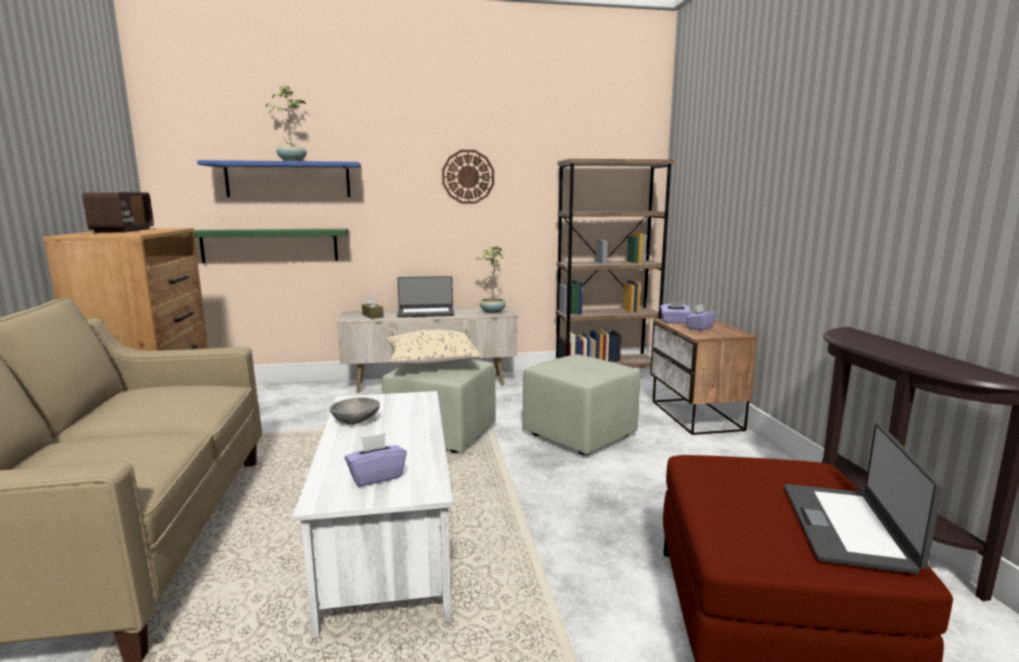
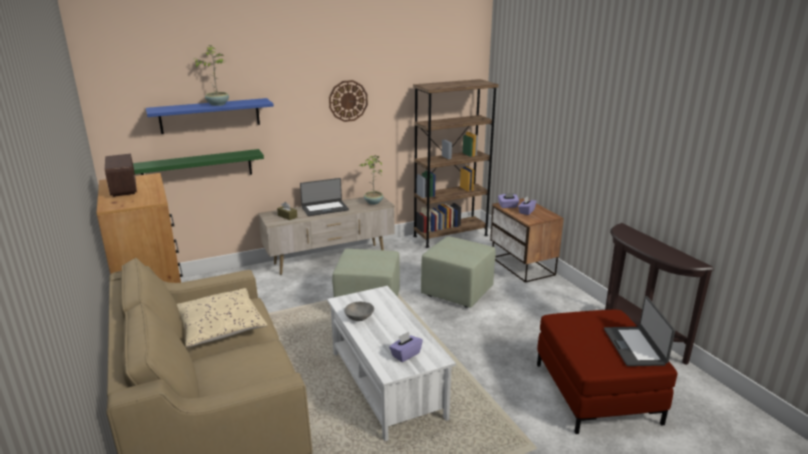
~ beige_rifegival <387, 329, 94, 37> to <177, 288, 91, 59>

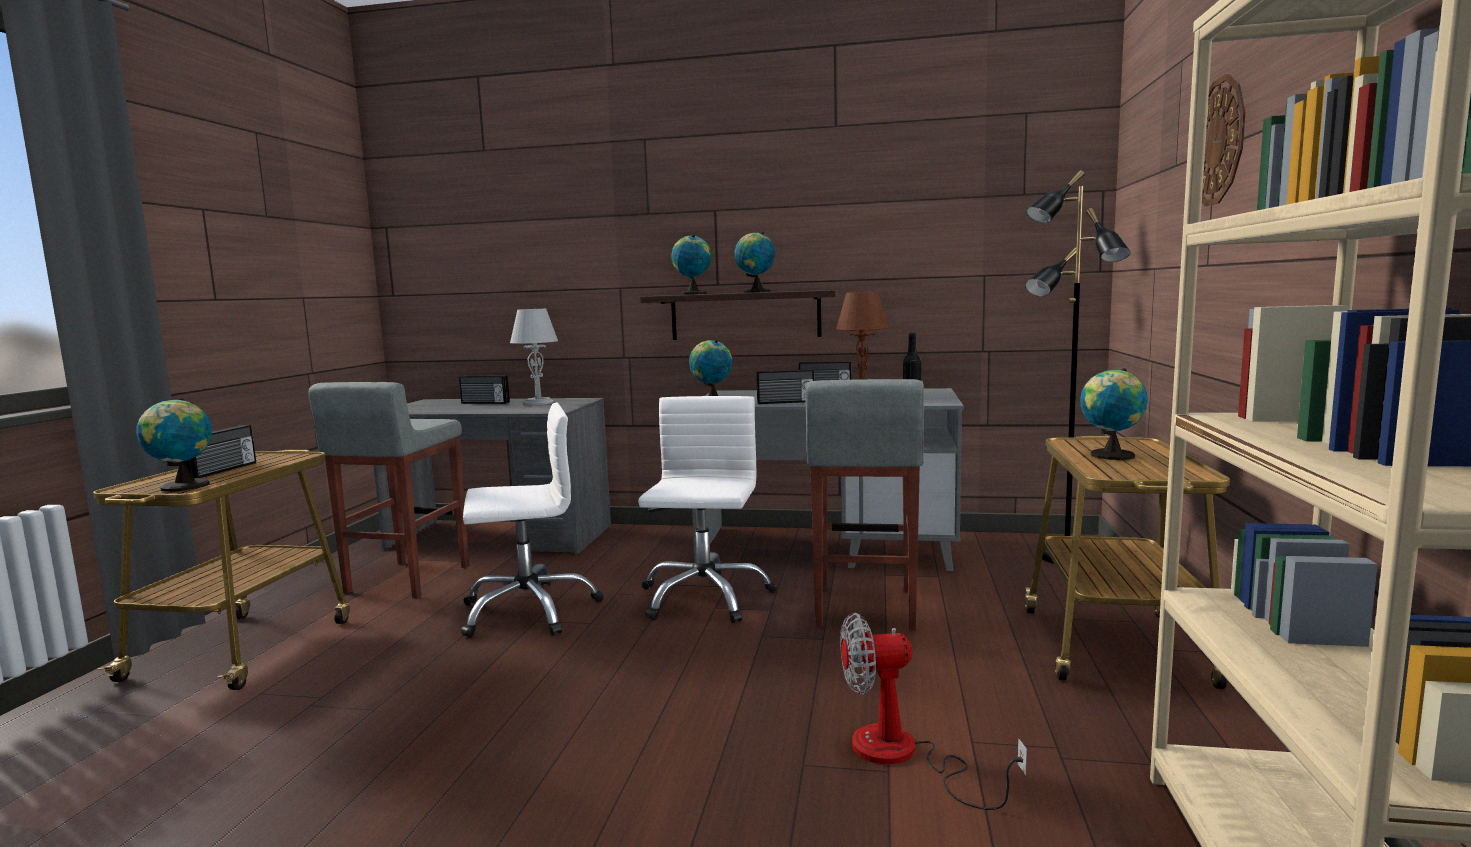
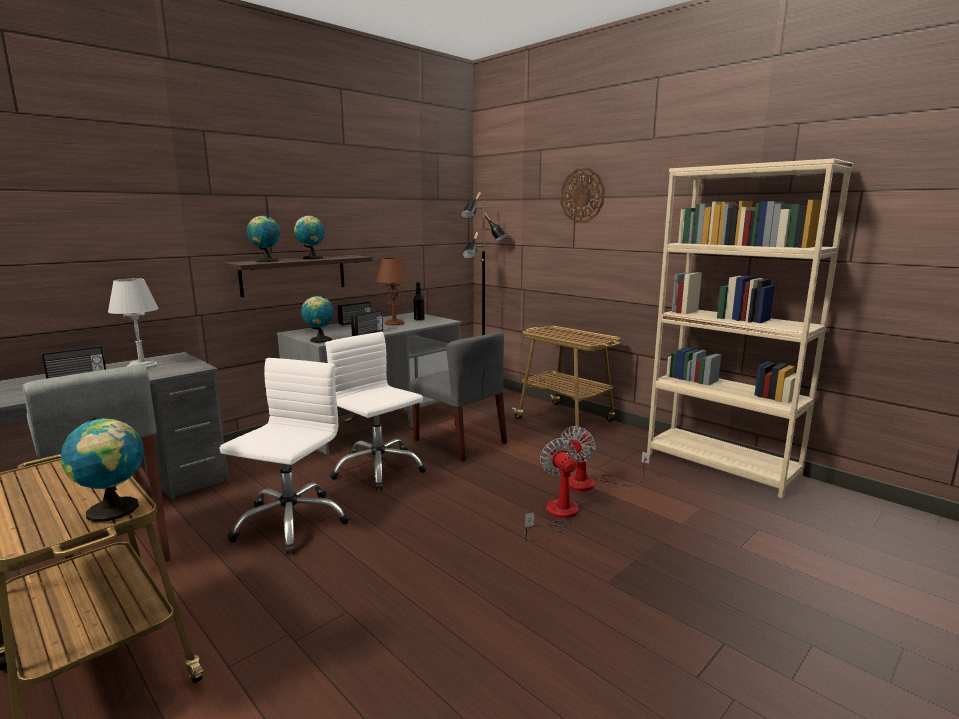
~ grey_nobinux <805, 379, 119, 252> to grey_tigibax <409, 331, 98, 131>
+ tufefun <524, 438, 54, 101>
- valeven <184, 425, 72, 53>
- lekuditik <1080, 368, 68, 92>

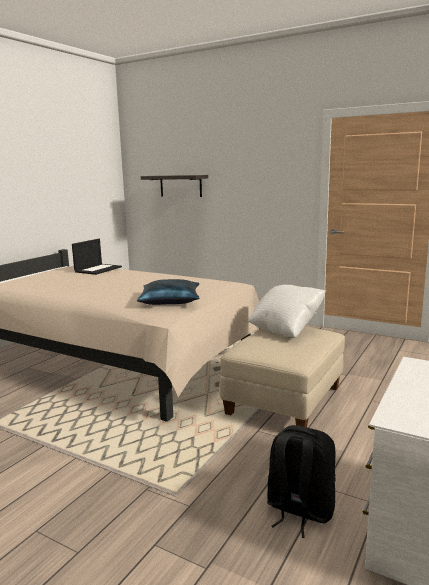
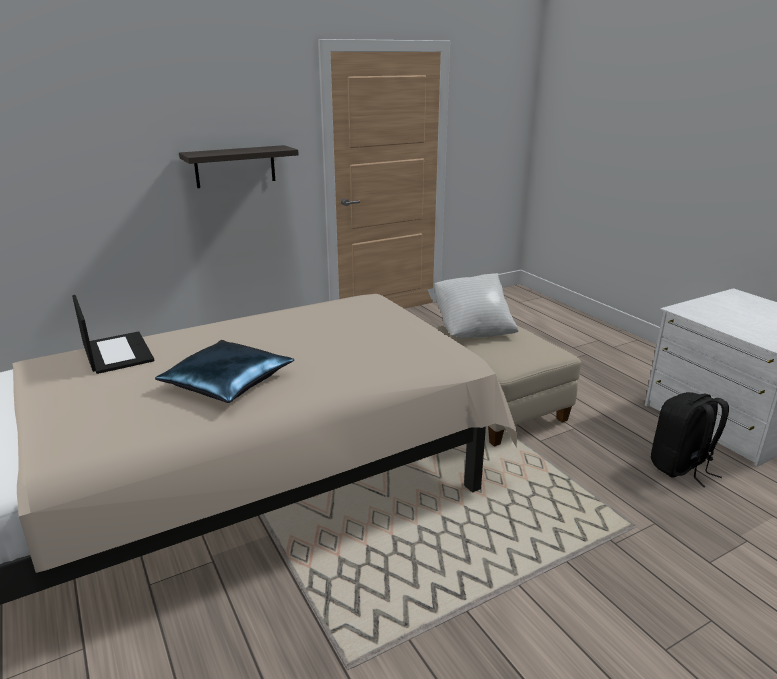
~ blue_rifegival <137, 279, 63, 26> to <155, 340, 139, 63>
~ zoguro <141, 175, 67, 22> to <179, 145, 120, 43>

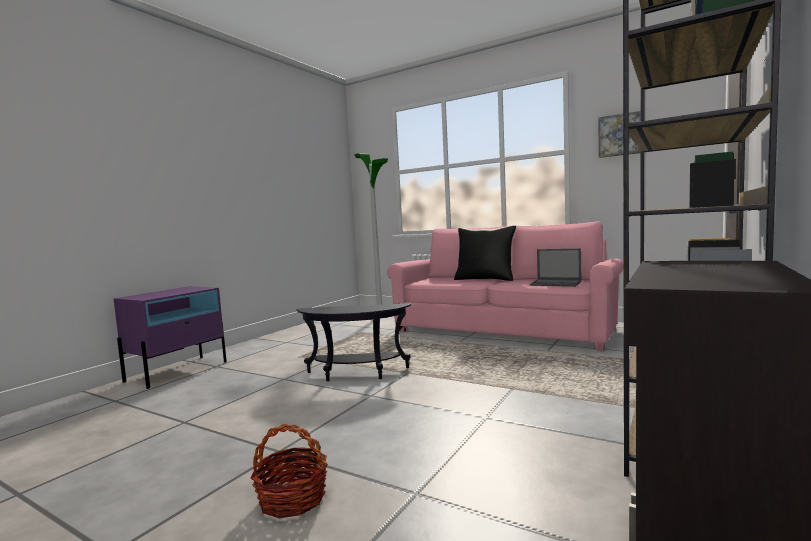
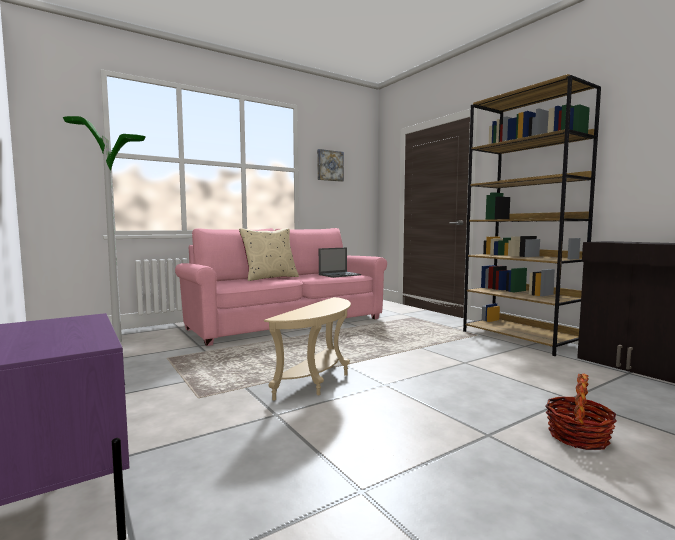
~ black_rifegival <454, 226, 62, 55> to beige_rifegival <239, 228, 60, 53>
~ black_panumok <296, 303, 115, 78> to beige_panumok <264, 297, 87, 104>

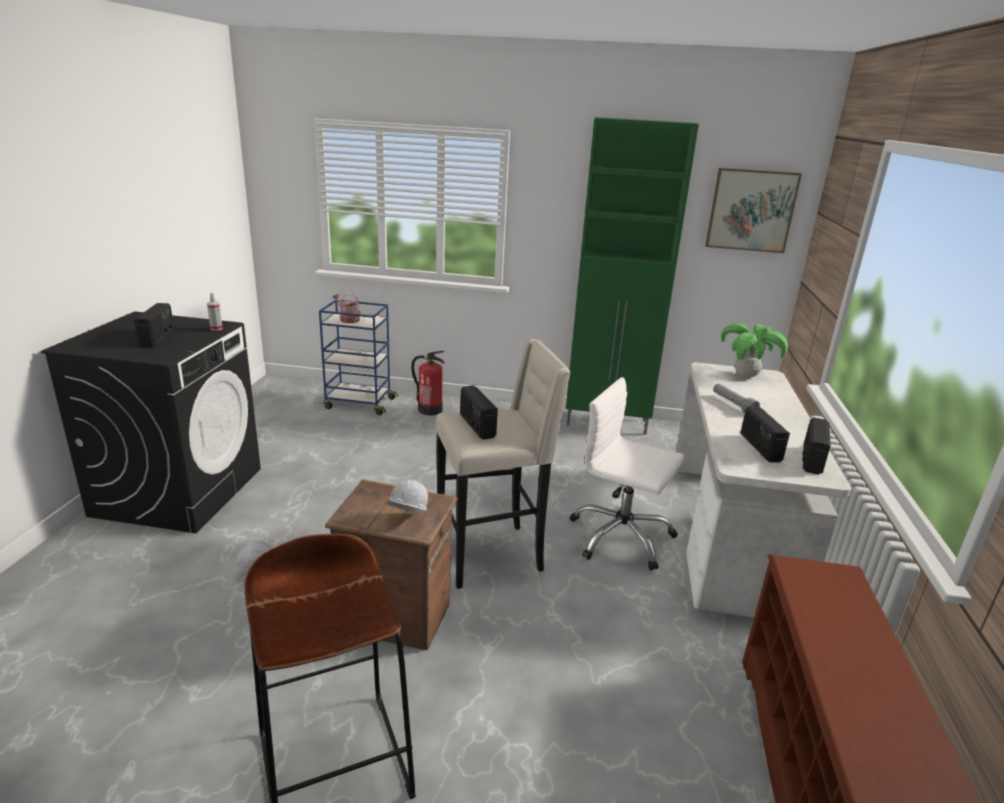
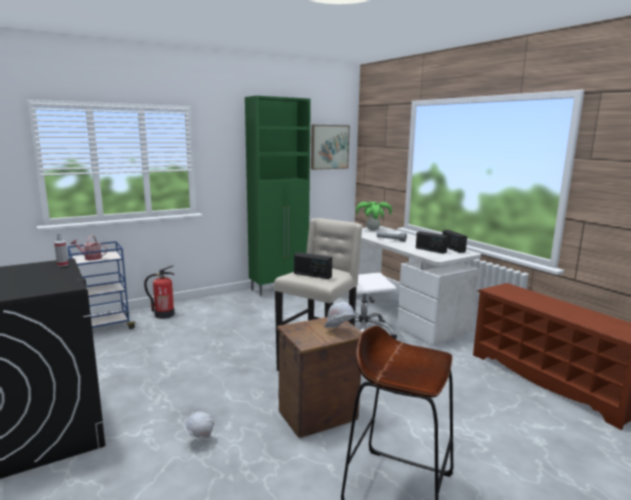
- valeven <134, 303, 40, 45>

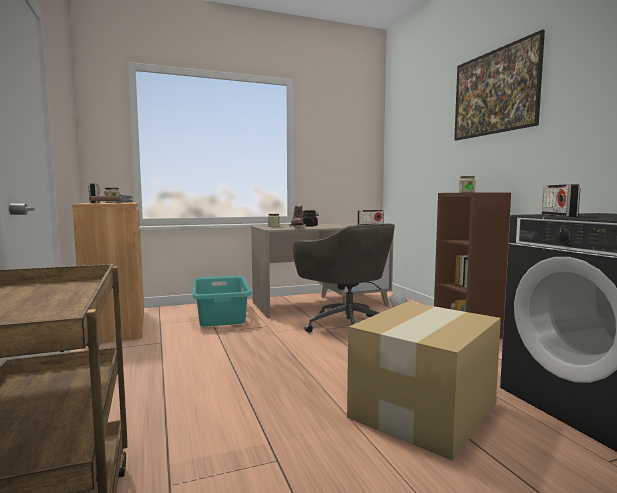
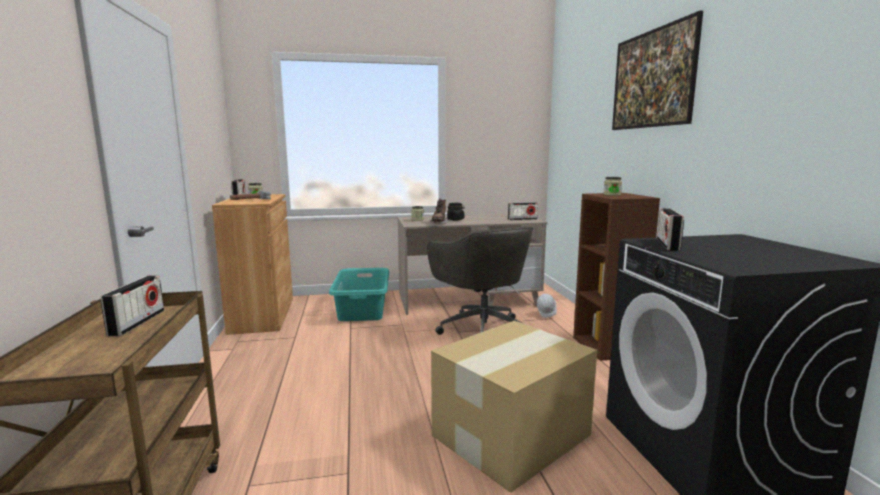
+ valeven <100, 276, 64, 60>

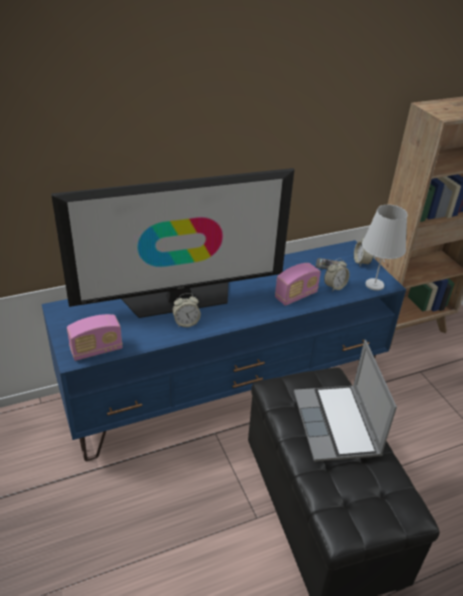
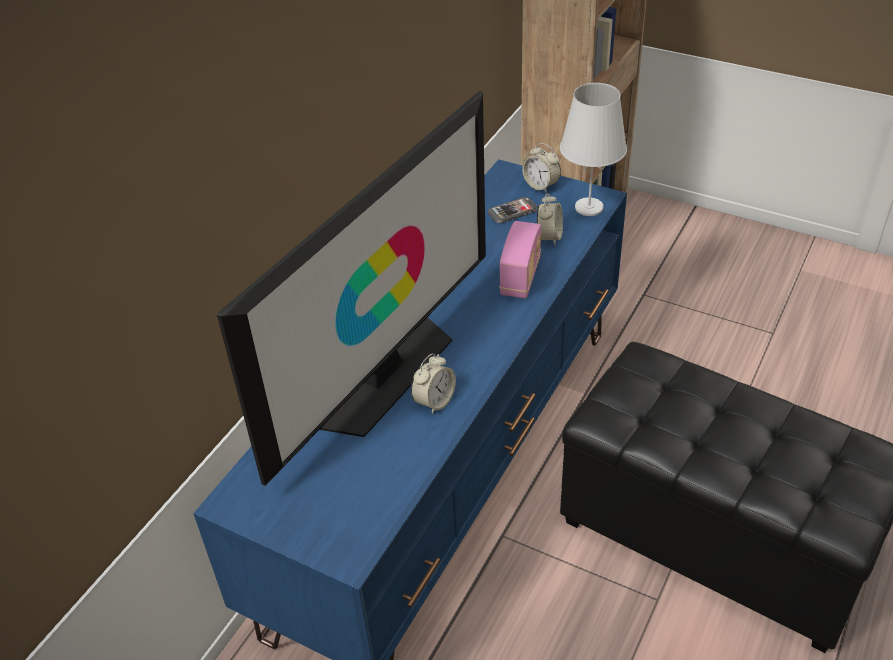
- valeven <67, 314, 55, 47>
- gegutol <294, 340, 103, 122>

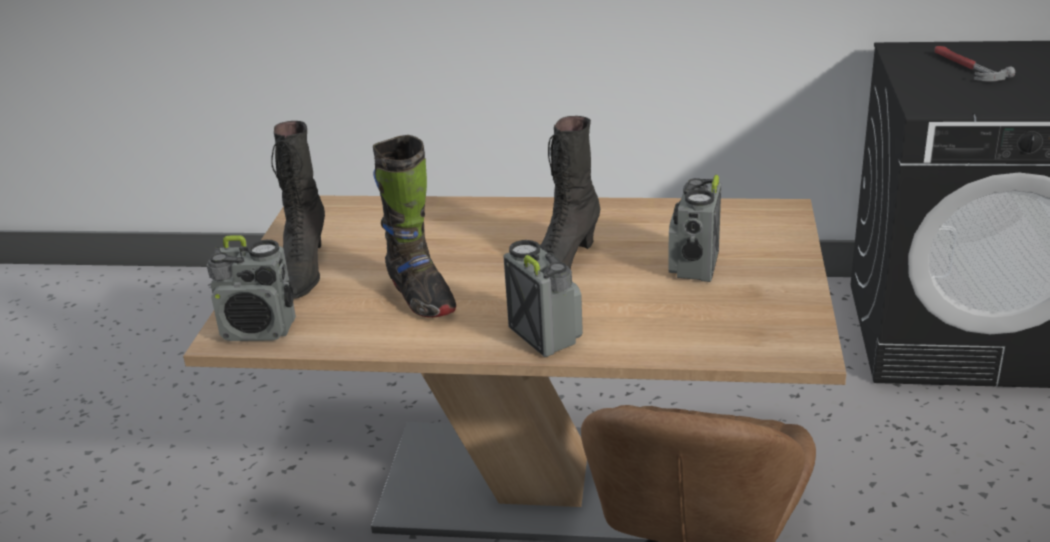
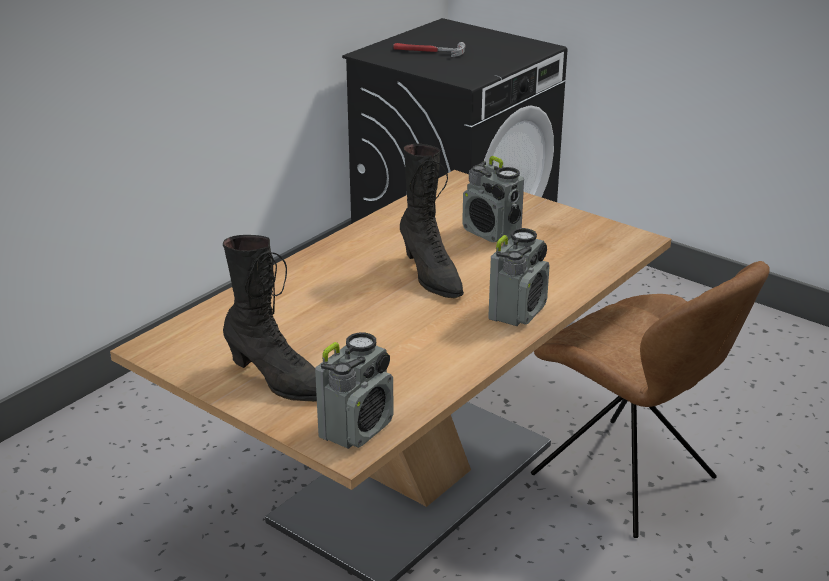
~ valeven <503, 240, 80, 117> = <488, 228, 62, 98> 120 degrees clockwise
- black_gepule <373, 135, 83, 183>

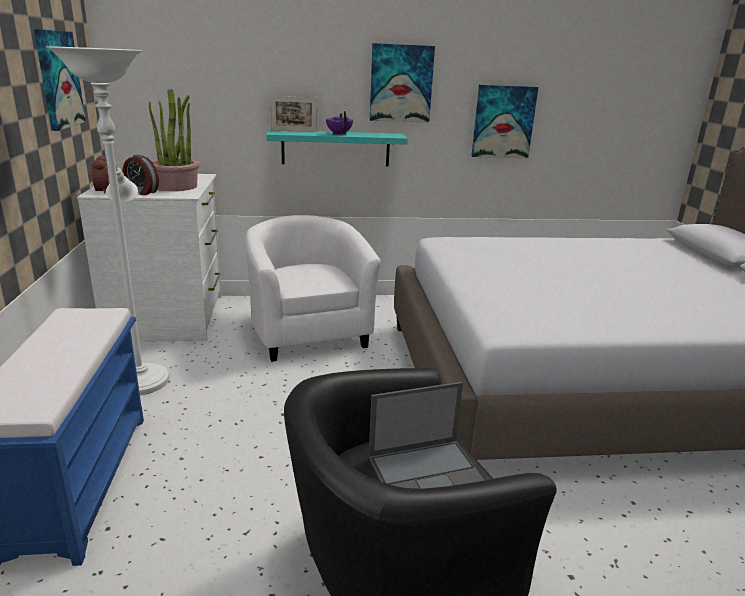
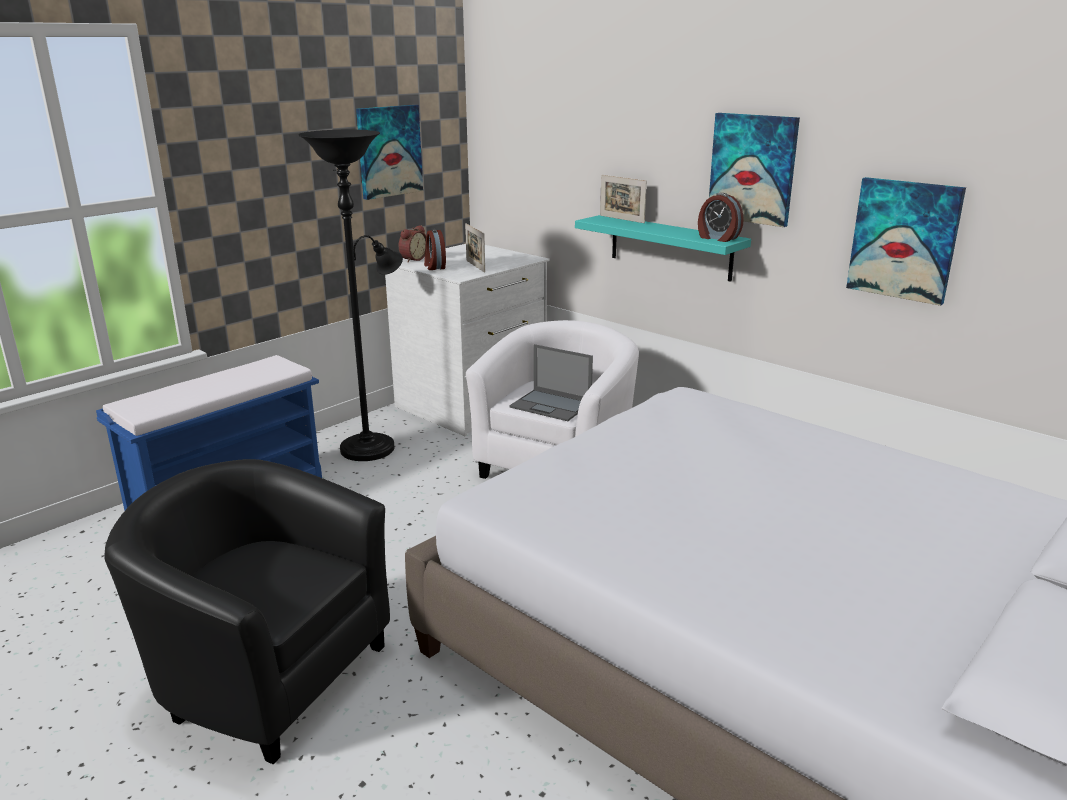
~ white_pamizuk <46, 46, 123, 350> to black_pamizuk <298, 130, 105, 331>
~ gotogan <149, 89, 51, 102> to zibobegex <465, 223, 20, 50>
~ gegutol <368, 382, 116, 107> to <509, 344, 84, 77>
+ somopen <698, 193, 46, 49>
- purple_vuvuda <326, 111, 27, 24>

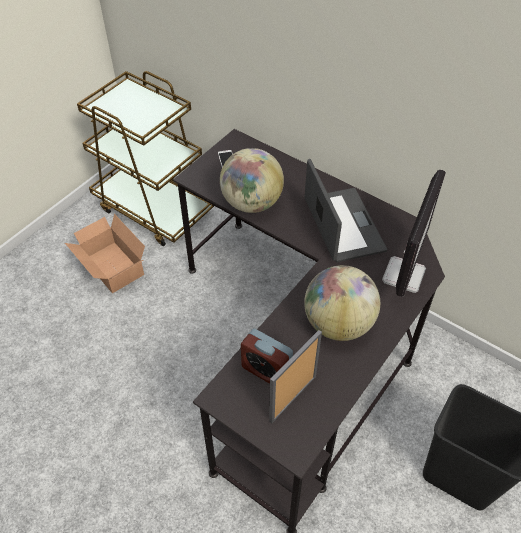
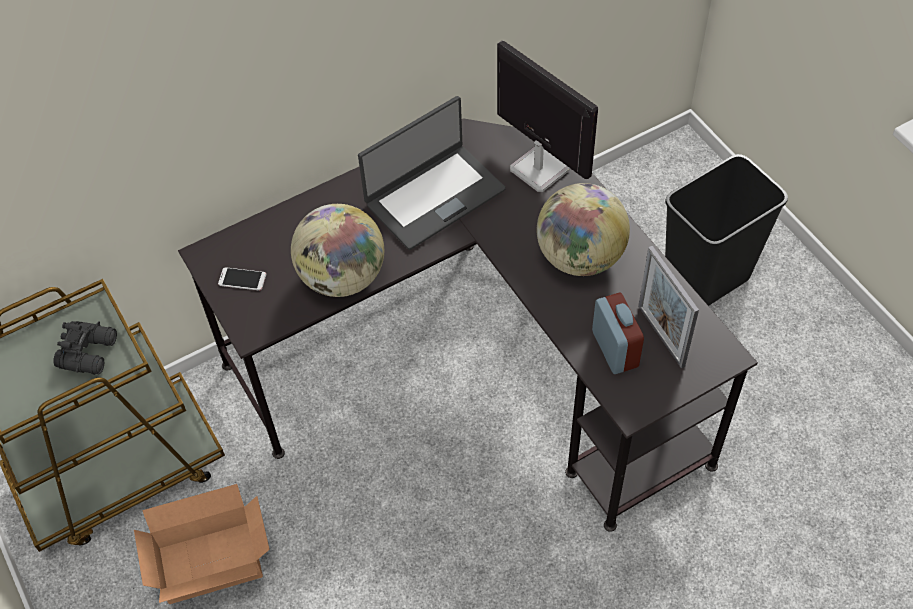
+ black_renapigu <53, 321, 64, 54>
~ gegutol <305, 159, 82, 103> = <358, 96, 148, 154> 135 degrees clockwise
~ somopen <241, 329, 52, 55> = <592, 292, 52, 82> 75 degrees counterclockwise

